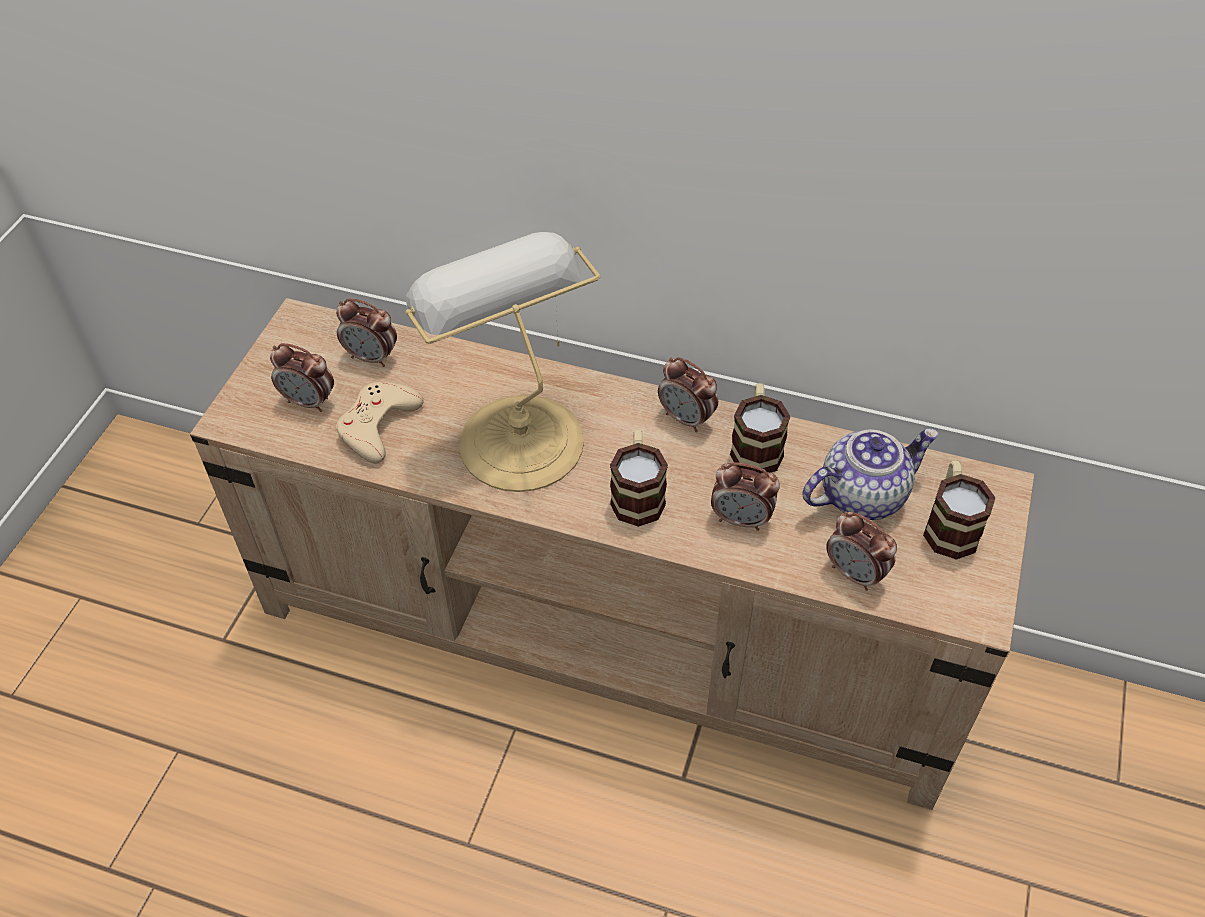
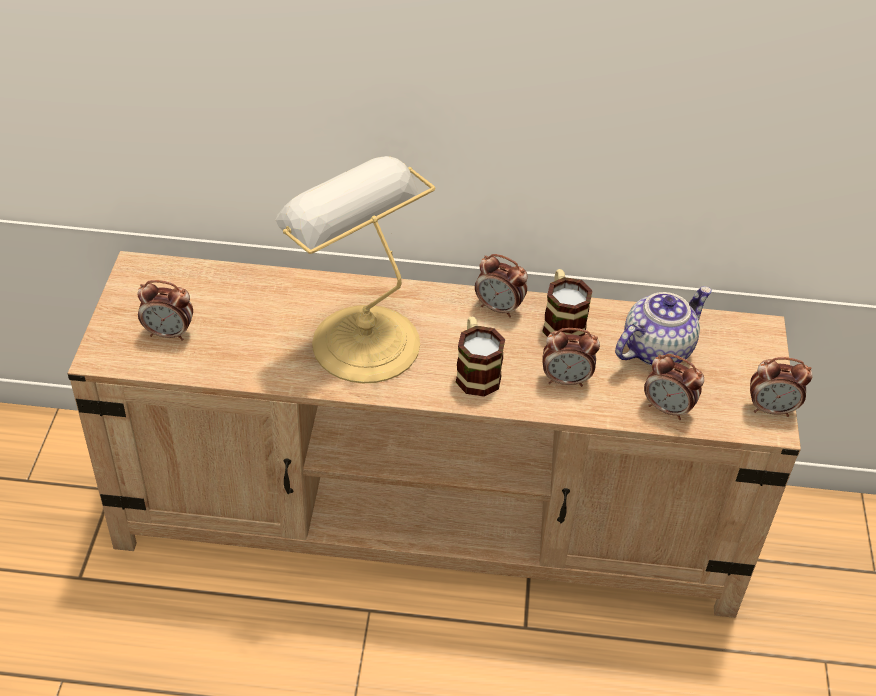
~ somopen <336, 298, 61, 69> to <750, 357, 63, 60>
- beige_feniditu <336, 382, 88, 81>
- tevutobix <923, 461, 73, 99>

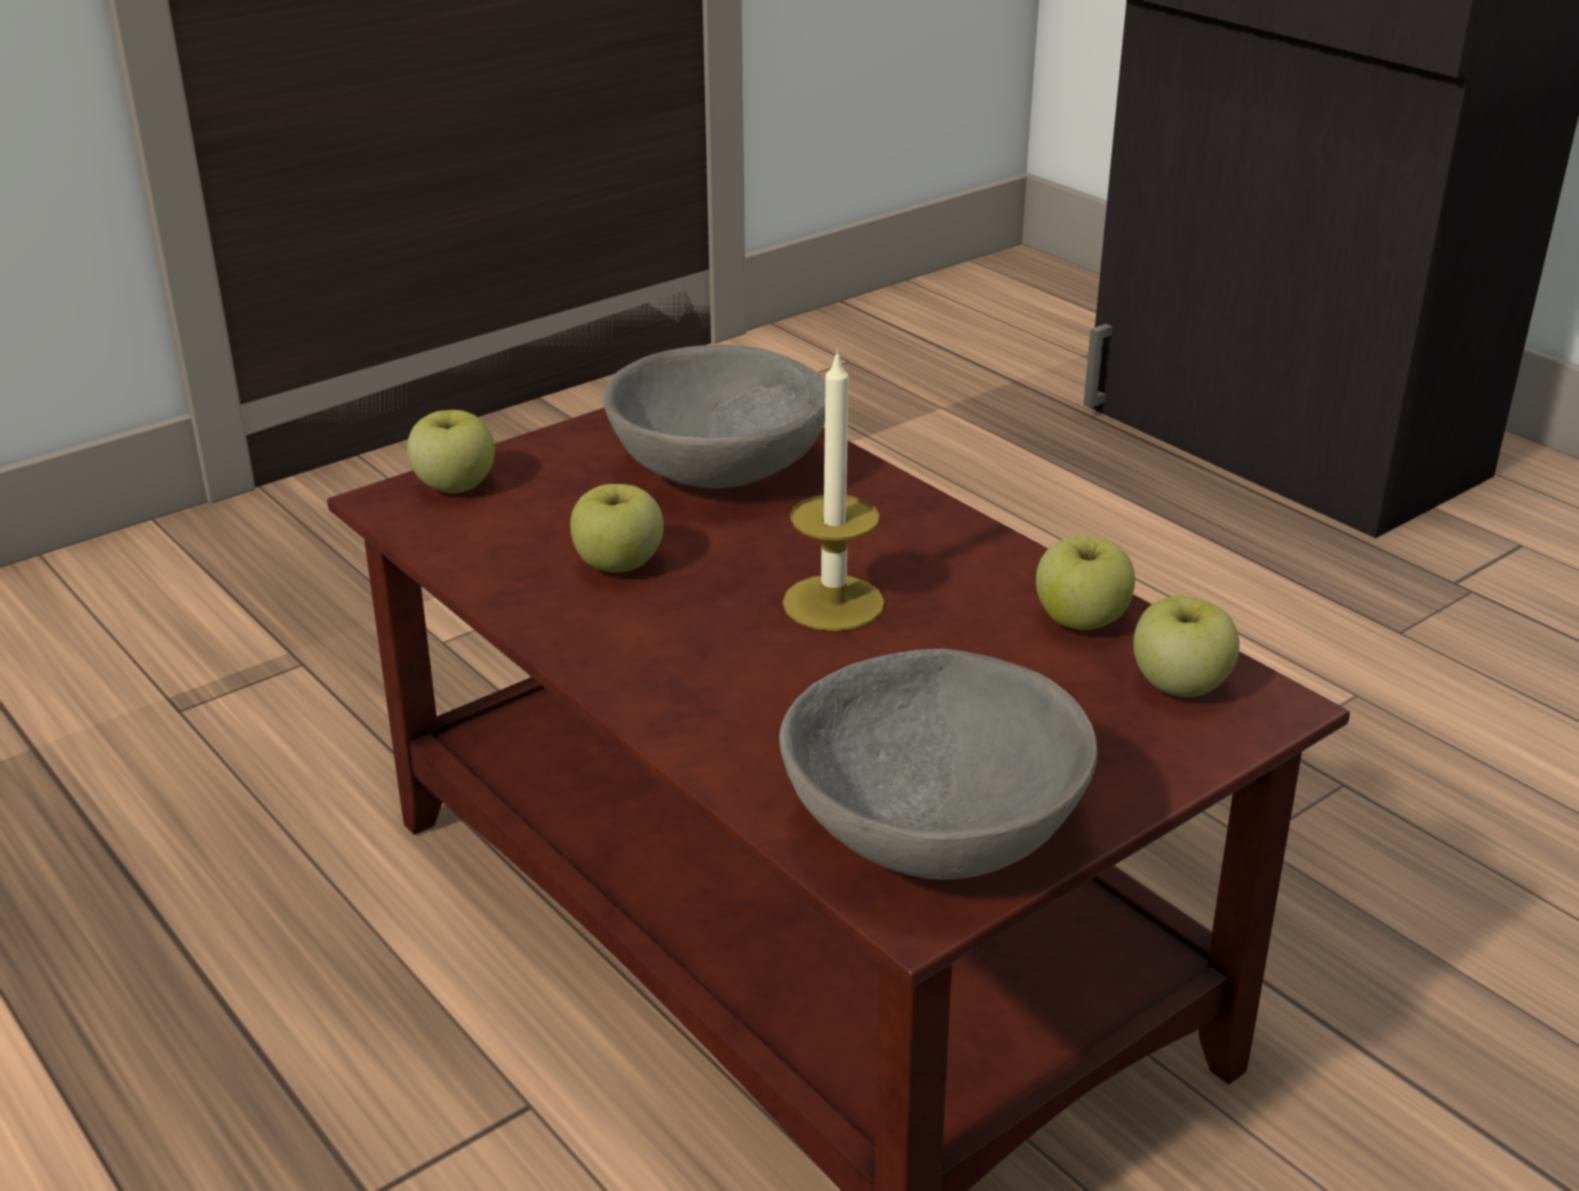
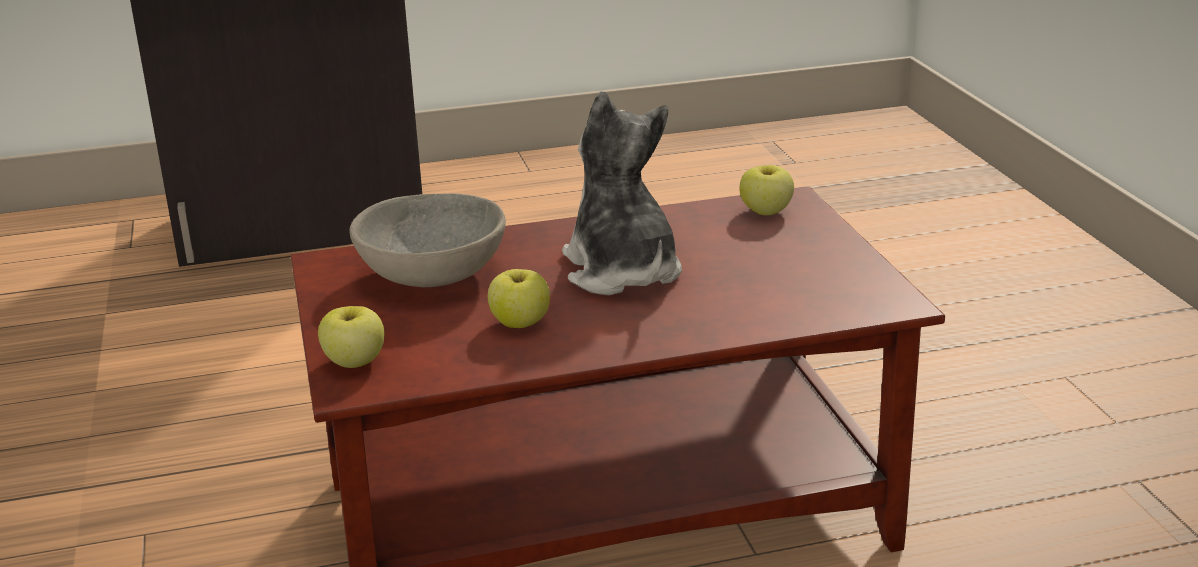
~ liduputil <783, 349, 102, 282> to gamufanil <562, 91, 120, 204>
- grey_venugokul <779, 648, 319, 232>
- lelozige <1036, 536, 99, 94>

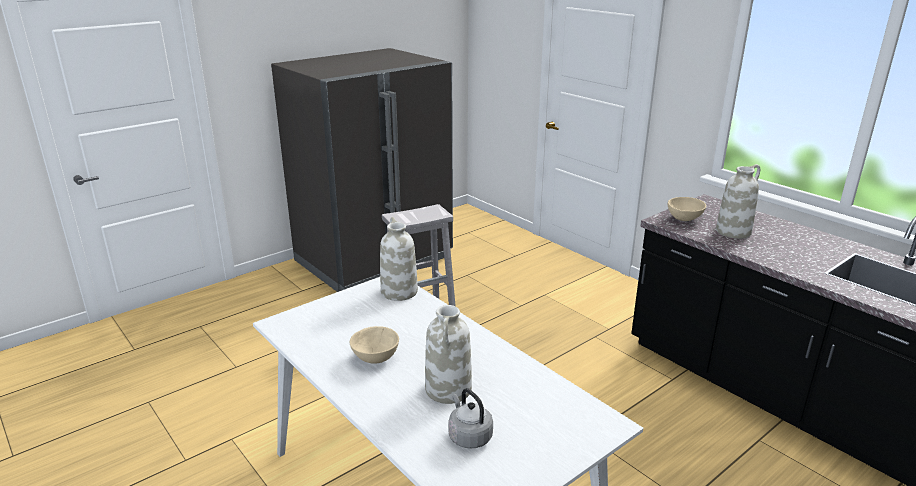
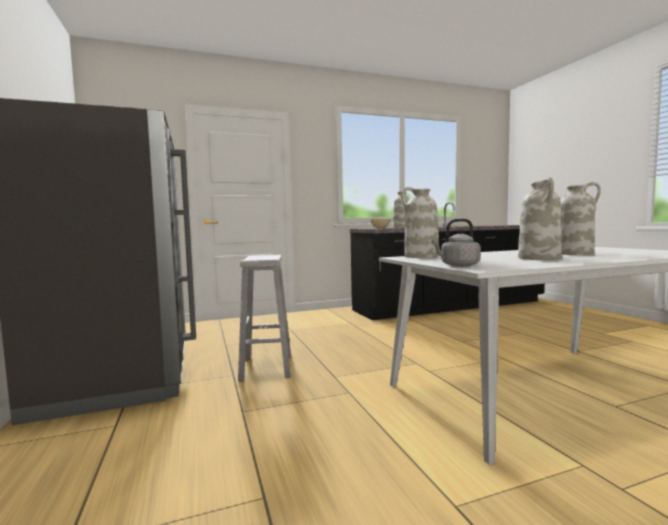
~ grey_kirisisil <448, 388, 45, 61> to <431, 219, 50, 48>
~ beige_venugokul <350, 326, 49, 38> to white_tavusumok <518, 177, 44, 83>

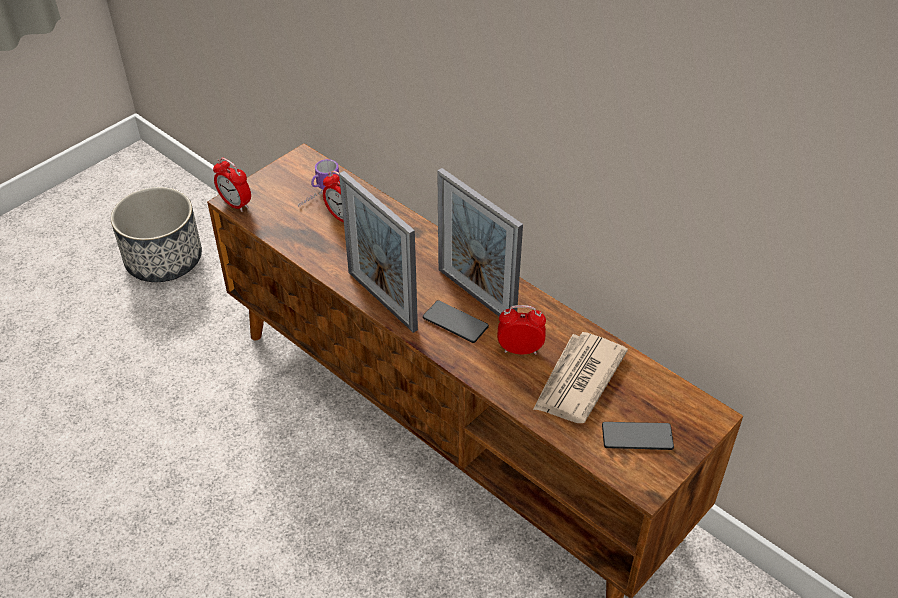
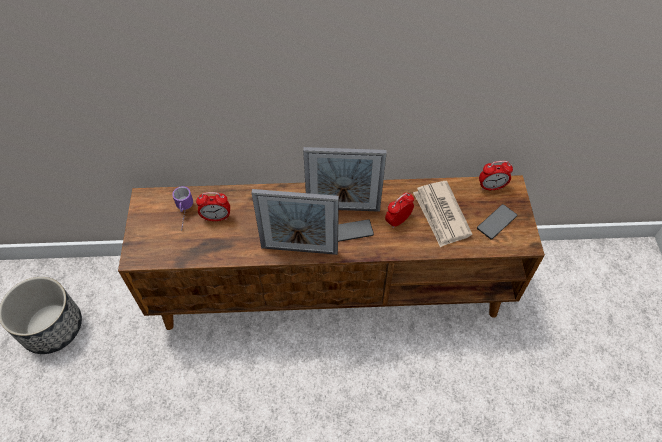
~ somopen <213, 158, 38, 54> to <479, 161, 34, 30>

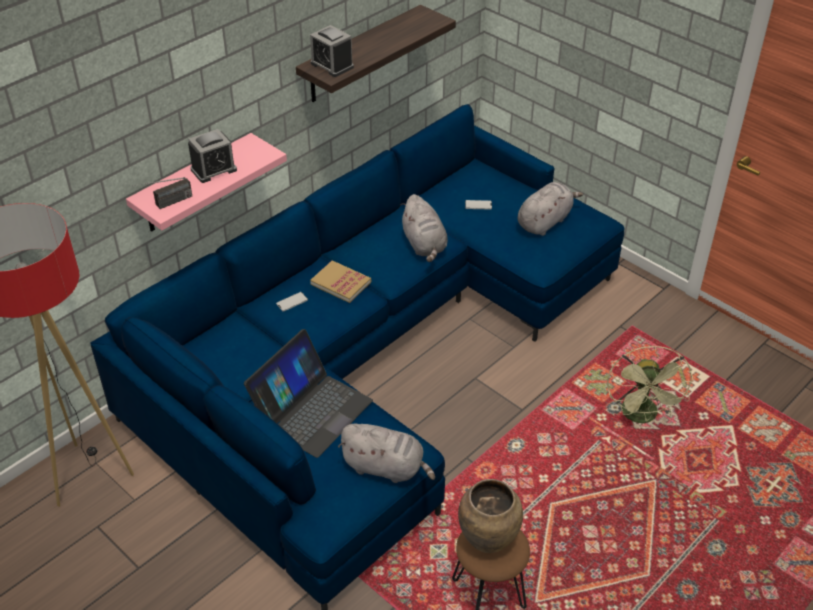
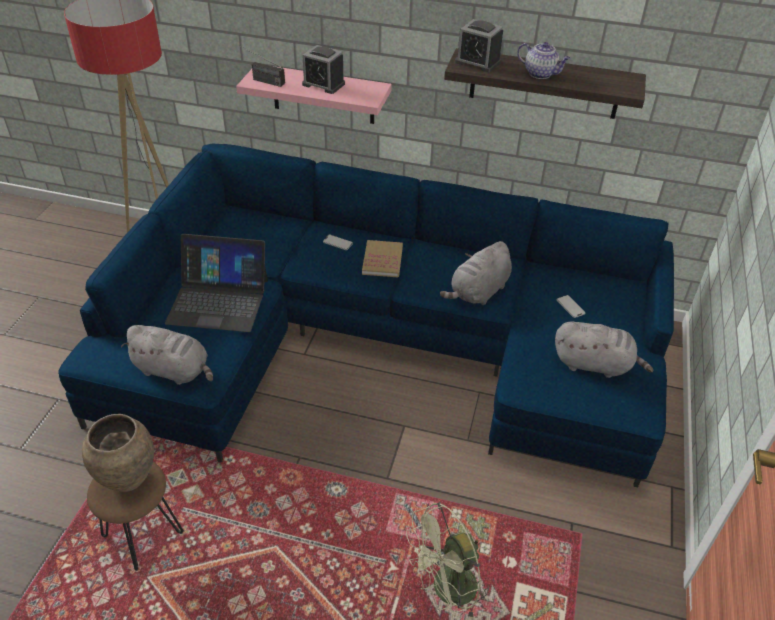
~ grey_gamufanil <338, 423, 97, 60> = <121, 325, 92, 60> 60 degrees counterclockwise
~ somopen <310, 25, 44, 52> = <455, 19, 48, 53> 75 degrees counterclockwise
+ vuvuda <517, 42, 54, 37>

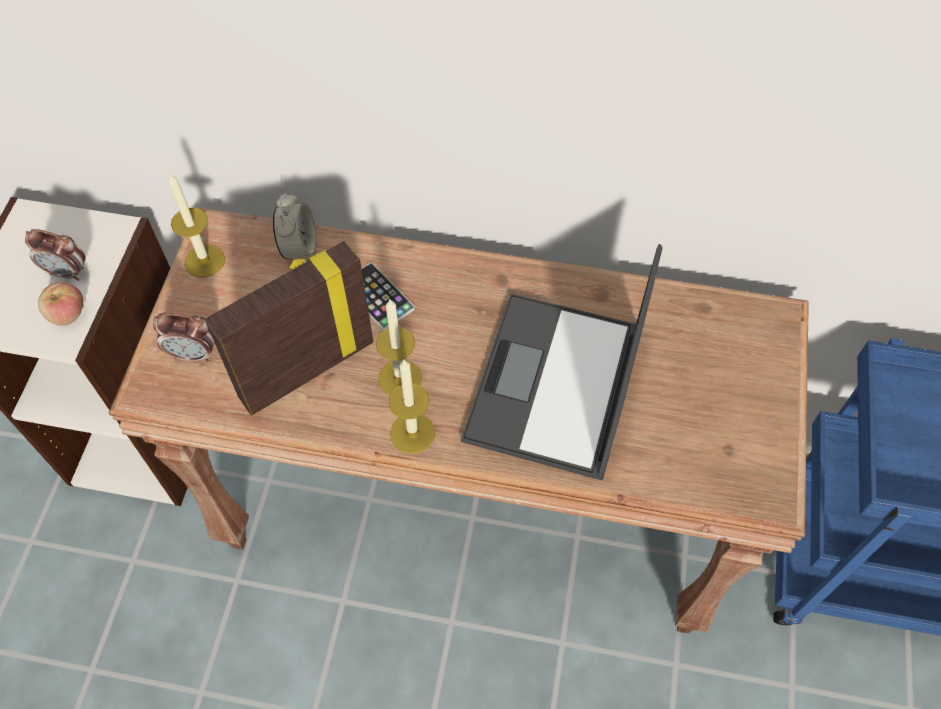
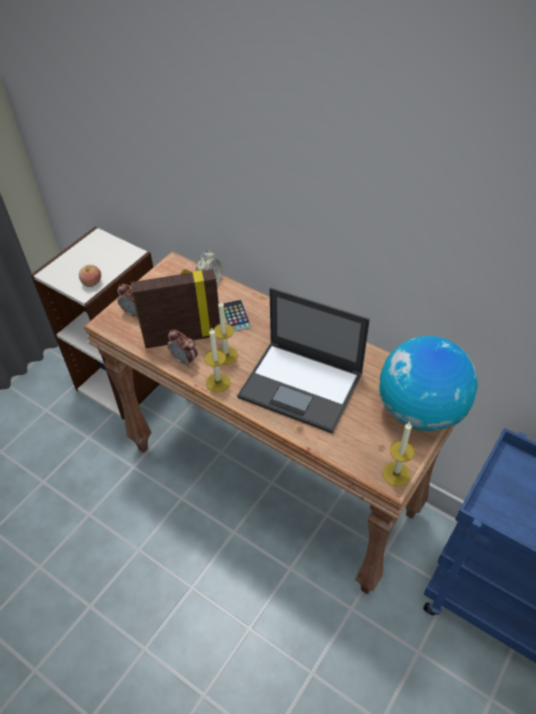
~ somopen <25, 229, 61, 52> to <167, 330, 31, 37>
~ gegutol <461, 244, 201, 237> = <237, 288, 133, 145> 105 degrees counterclockwise
+ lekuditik <379, 336, 99, 95>
~ liduputil <168, 172, 57, 106> to <382, 422, 33, 64>

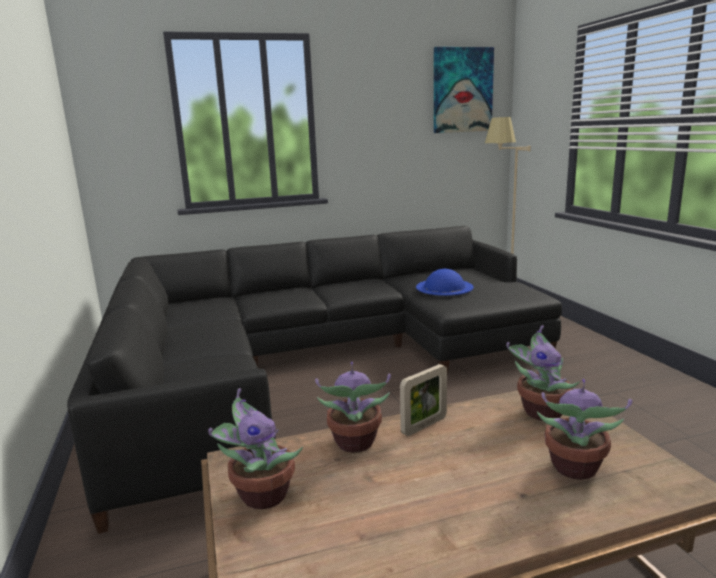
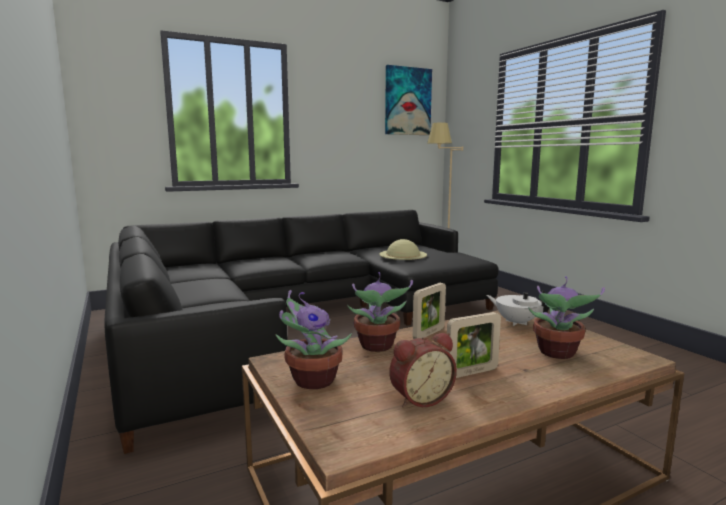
~ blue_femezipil <416, 269, 57, 27> to beige_femezipil <379, 239, 48, 21>
+ somopen <389, 333, 68, 75>
+ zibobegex <446, 312, 55, 66>
~ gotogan <506, 325, 74, 96> to white_vuvuda <486, 290, 64, 36>

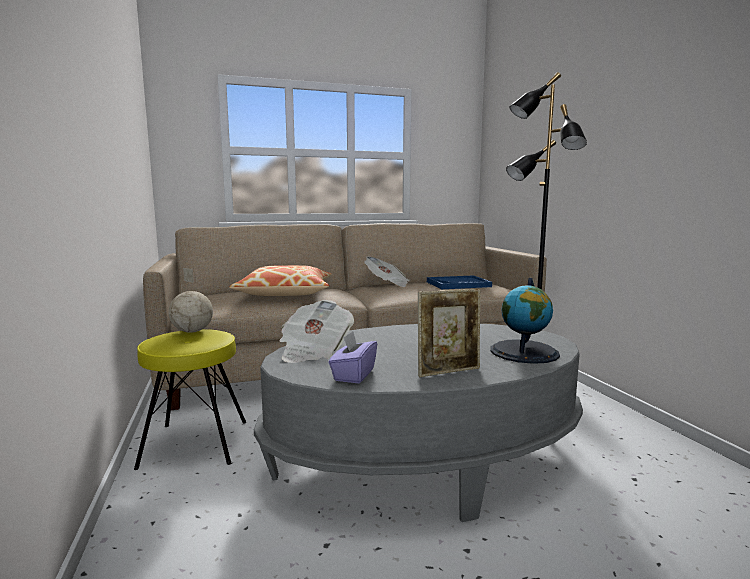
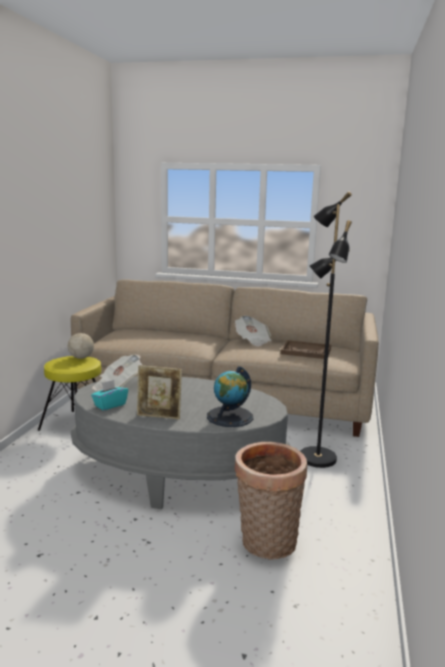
~ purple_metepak <328, 331, 49, 53> to turquoise_metepak <91, 380, 37, 31>
+ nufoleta <235, 442, 72, 118>
~ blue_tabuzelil <427, 275, 65, 14> to brown_tabuzelil <281, 340, 50, 19>
- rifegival <229, 265, 103, 31>

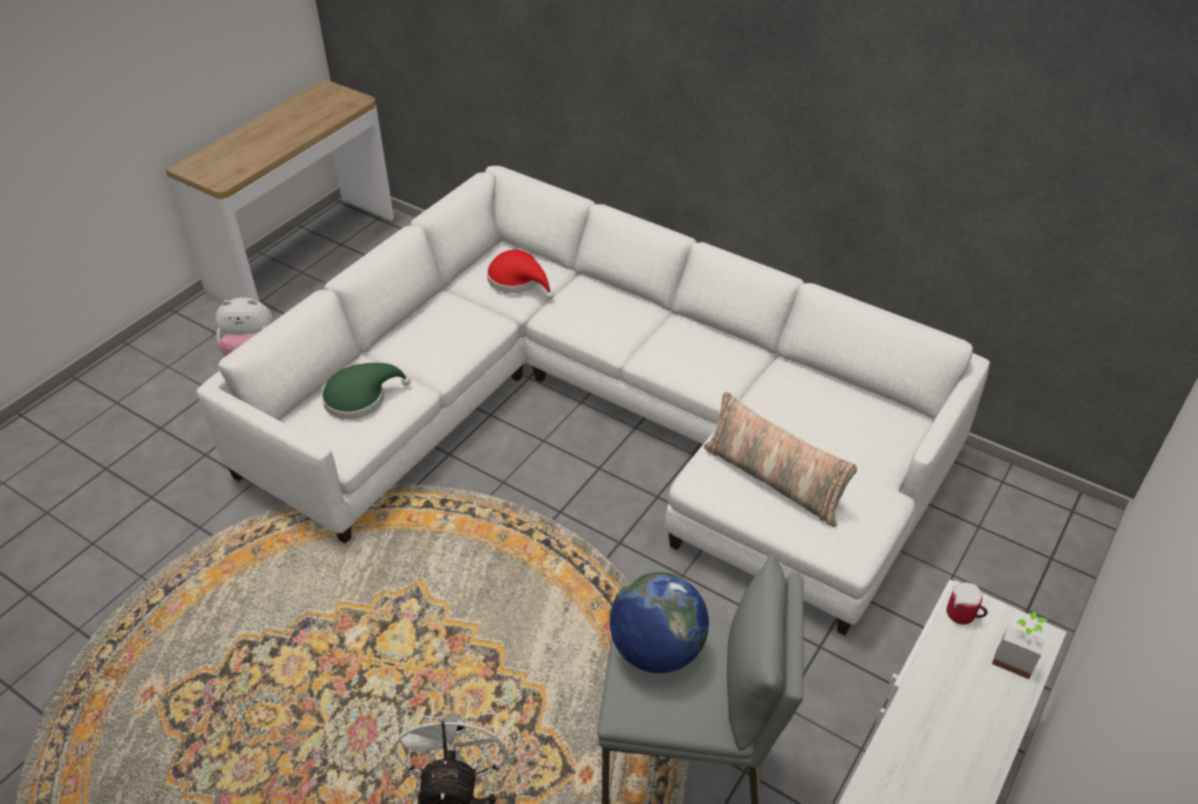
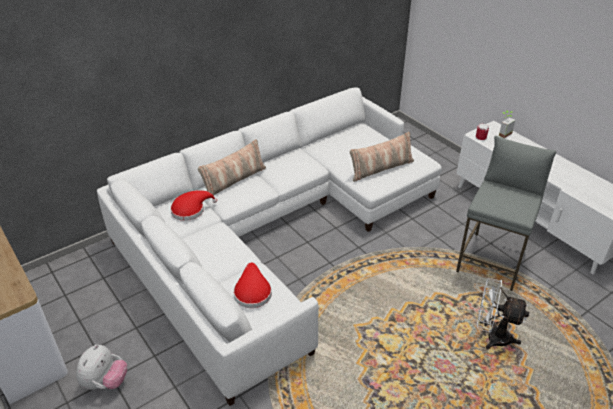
+ rifegival <198, 139, 68, 60>
~ green_femezipil <322, 363, 89, 56> to red_femezipil <233, 262, 39, 46>
- lekuditik <610, 572, 99, 101>

